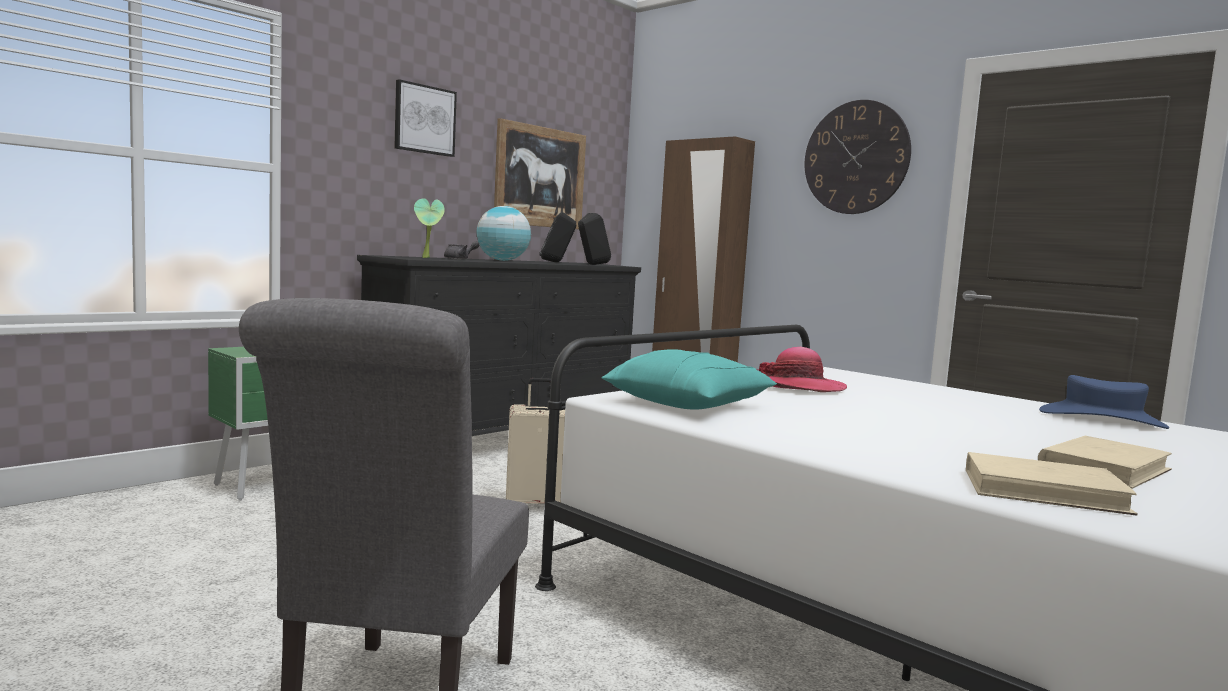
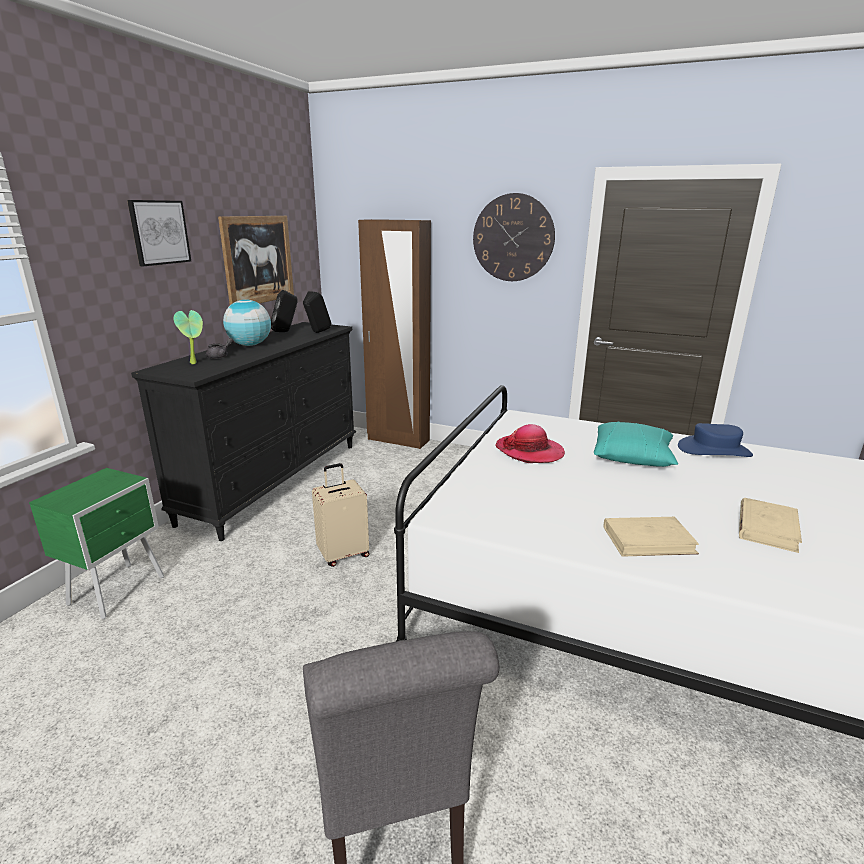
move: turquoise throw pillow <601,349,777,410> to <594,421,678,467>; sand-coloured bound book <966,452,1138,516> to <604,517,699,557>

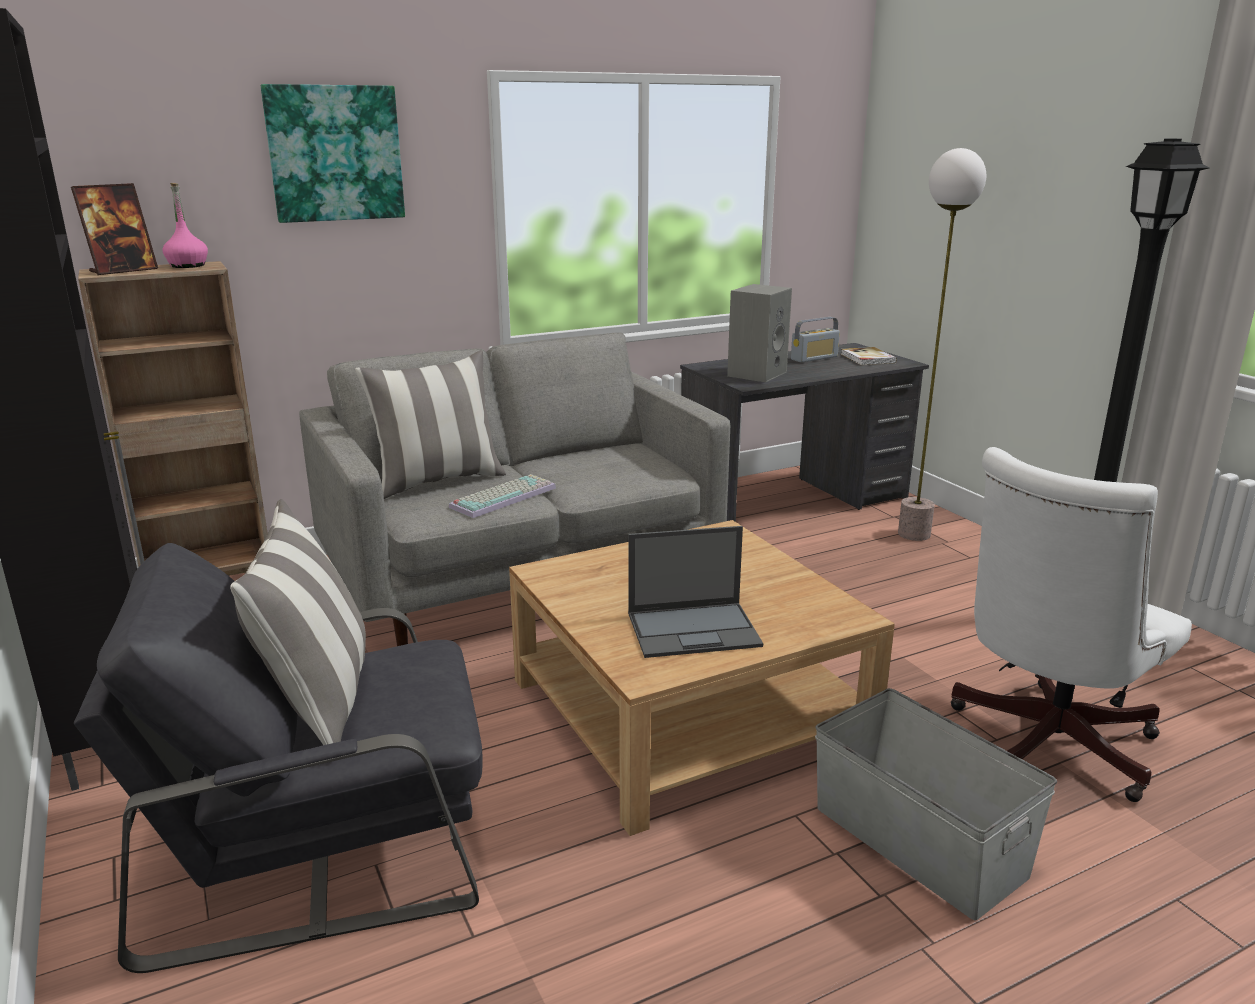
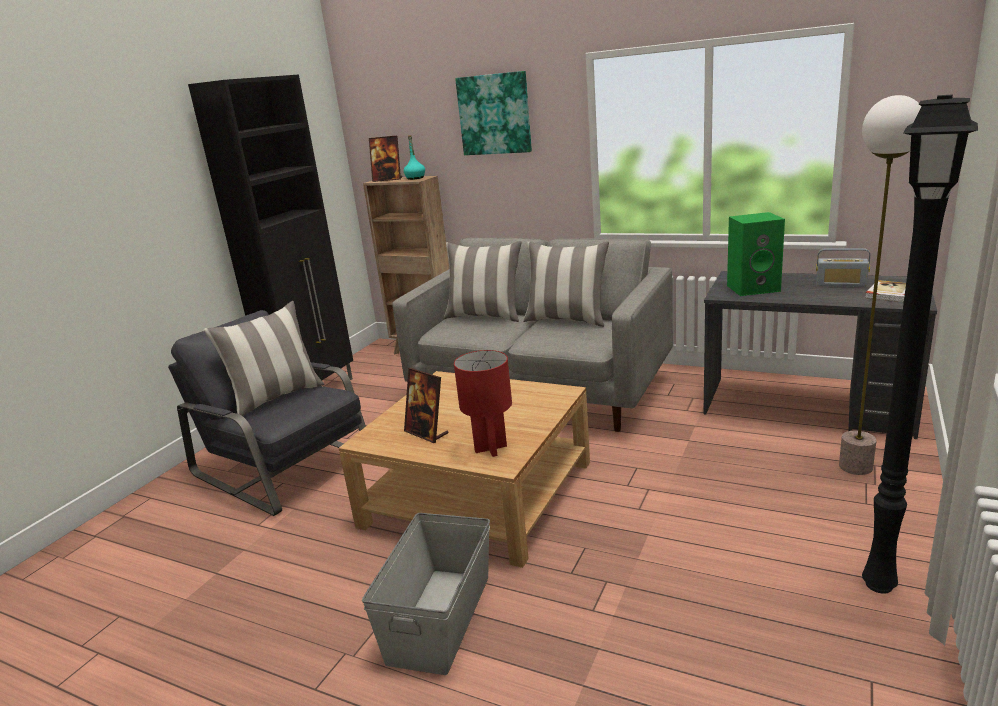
delete: white desk chair <951,447,1192,802>; computer keyboard <449,474,556,518>
insert: throw pillow <523,241,609,327>; red lamp for a table <454,350,512,457>
replace: notebook computer <628,526,763,658> to standing frame <404,368,449,443>
recolor: pink drink bottle <163,183,208,268> to turquoise drink bottle <404,135,425,180>; gray audio speaker <727,284,792,382> to green-coloured audio speaker <727,212,785,296>

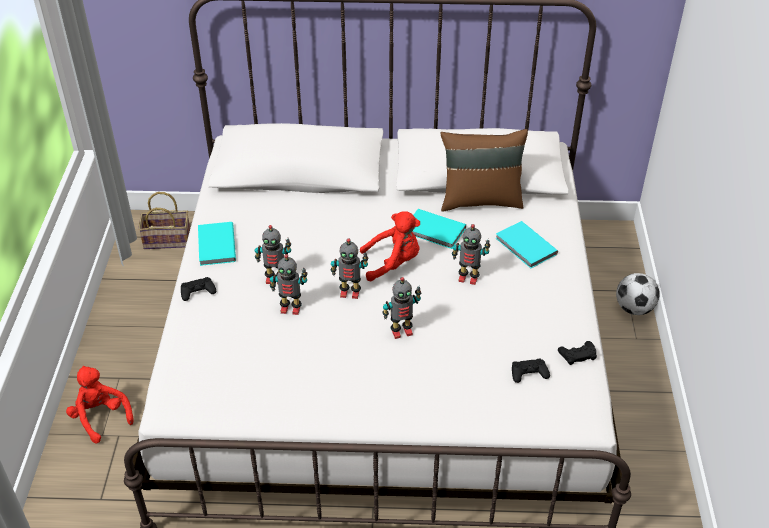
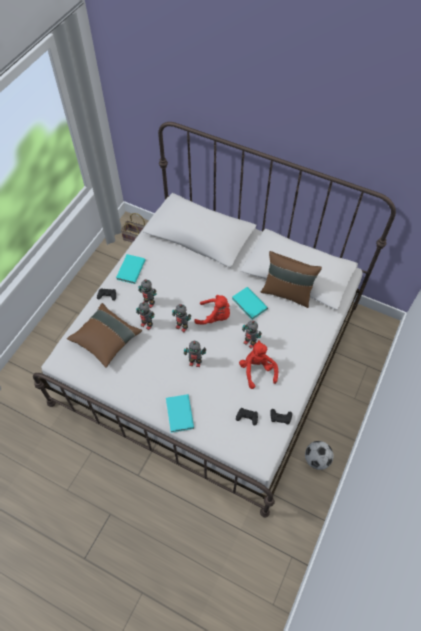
insert: brownish throw pillow <67,303,142,368>
move: turquoise bound book <496,221,558,268> to <166,394,194,433>; football <616,273,660,315> to <305,441,334,470>; red cuddly toy <66,366,134,444> to <239,340,278,389>

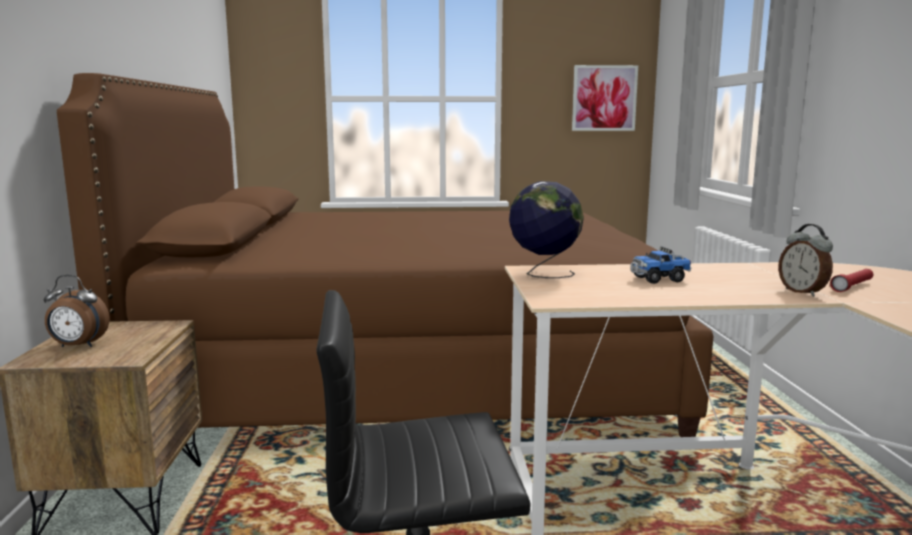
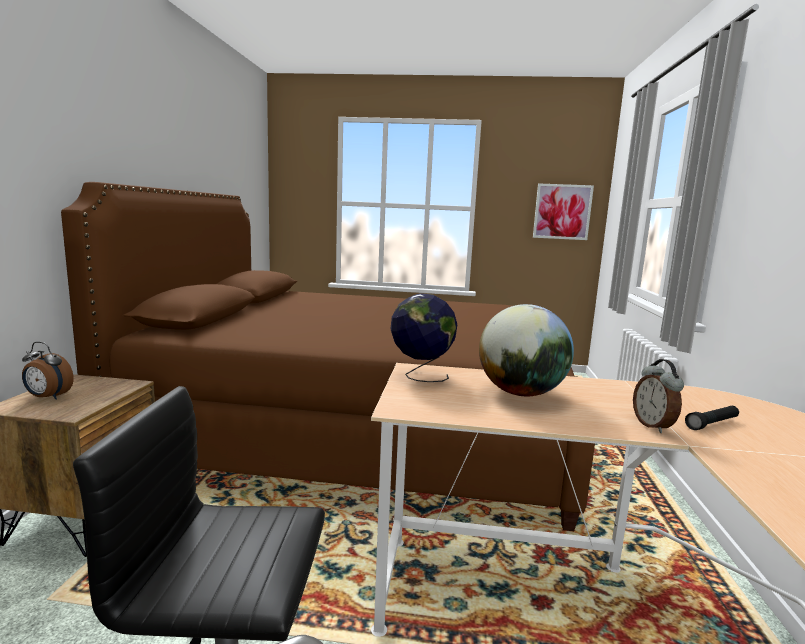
replace: toy truck <630,247,691,284> to globe <479,304,574,396>
recolor: red hand torch <830,269,873,292> to black-coloured hand torch <685,406,739,430>

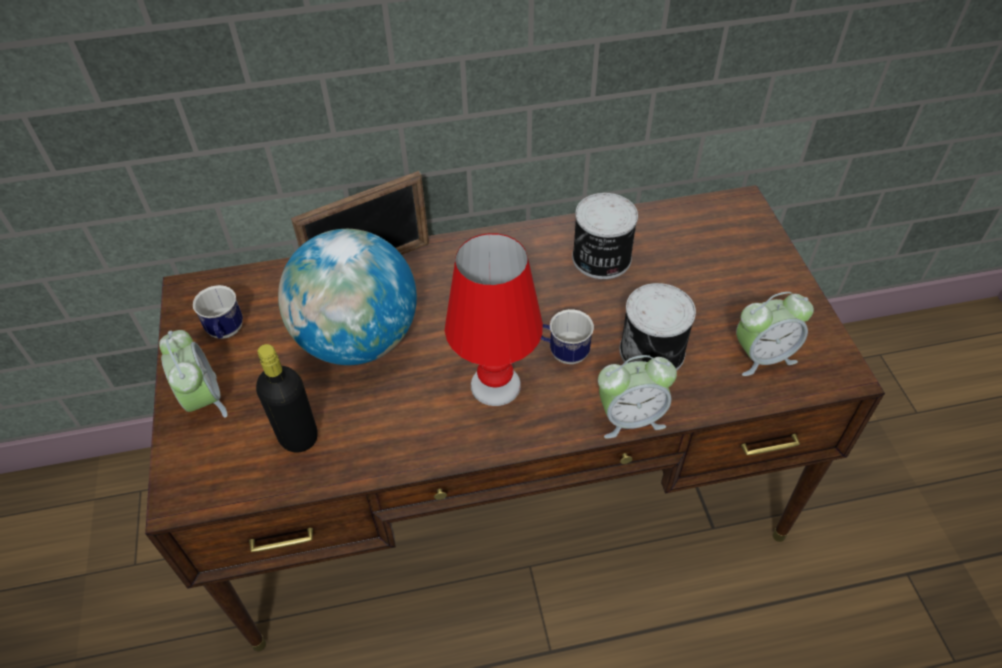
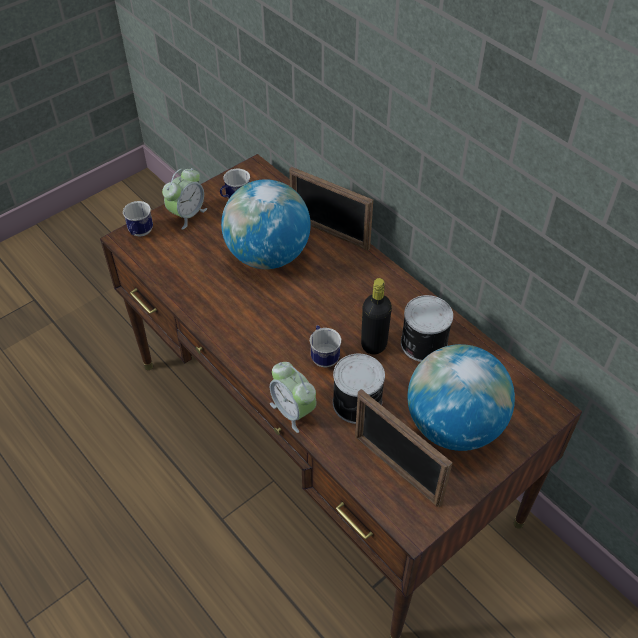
delete: red lamp for a table <445,233,543,406>
insert: coffee mug <123,201,153,236>; globe <408,344,515,451>
move: black-coloured drink bottle <256,344,318,452> to <361,278,392,355>
replace: bedside clock <736,292,814,376> to standing frame <355,389,453,507>

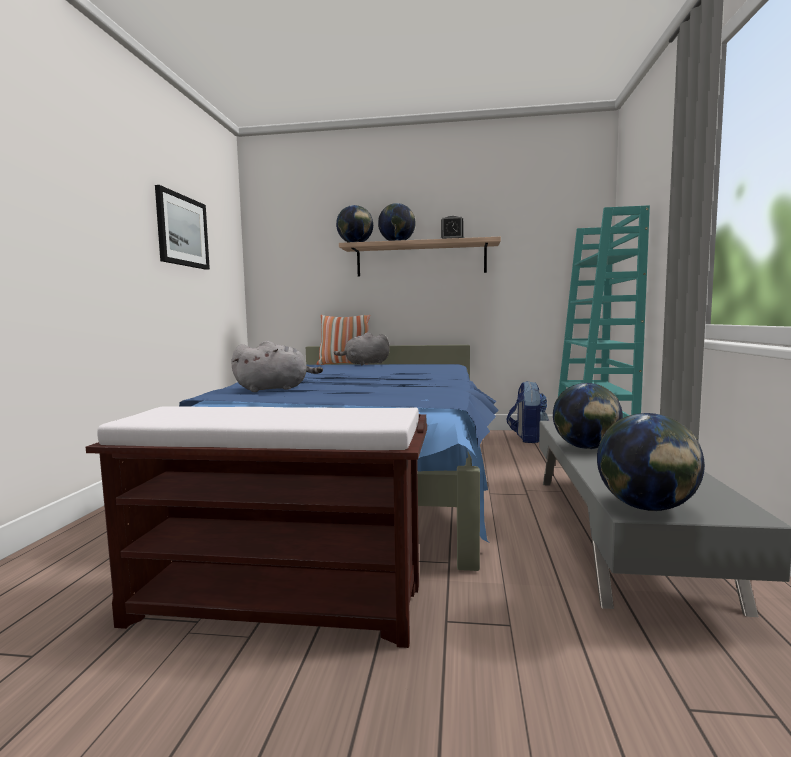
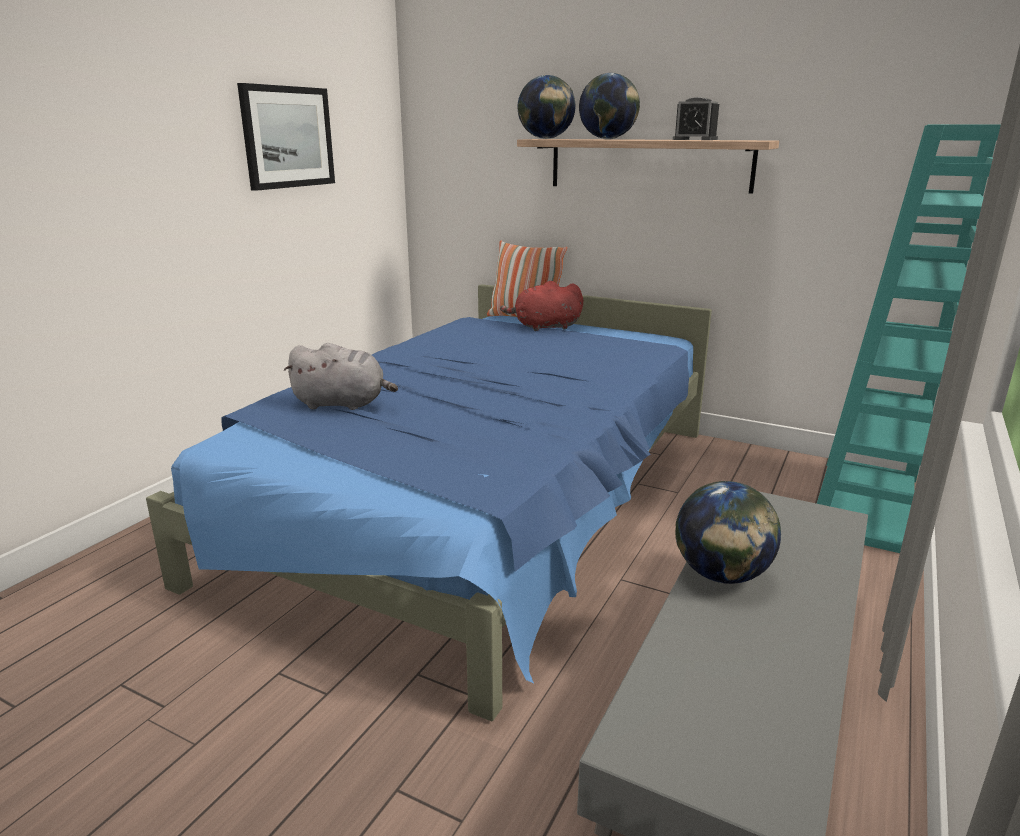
delete: knapsack <507,381,549,443>; brownish long seat <86,406,427,648>; globe <597,413,705,511>
recolor: gray cuddly toy <334,332,390,365> to red cuddly toy <500,281,583,331>

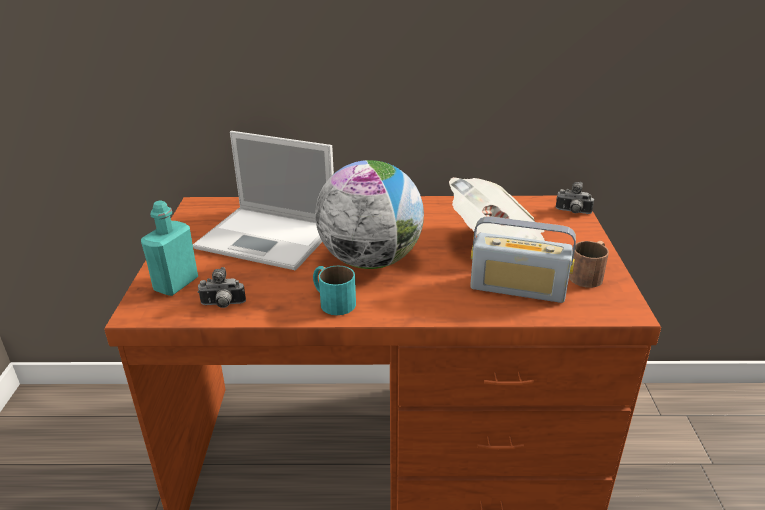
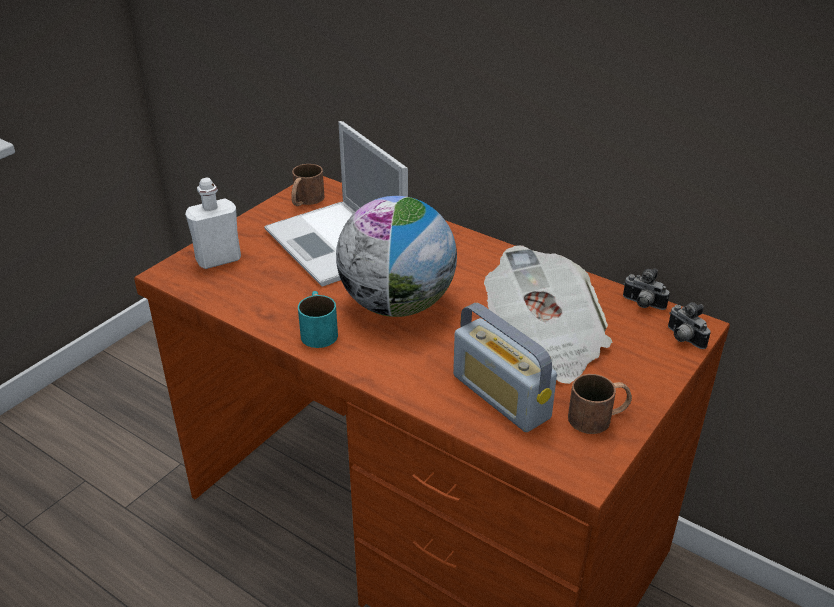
insert: brownish coffee mug <291,164,325,206>
move: photo camera <197,267,246,308> to <623,269,670,310>
recolor: turquoise drink bottle <141,200,198,296> to white drink bottle <185,178,241,269>

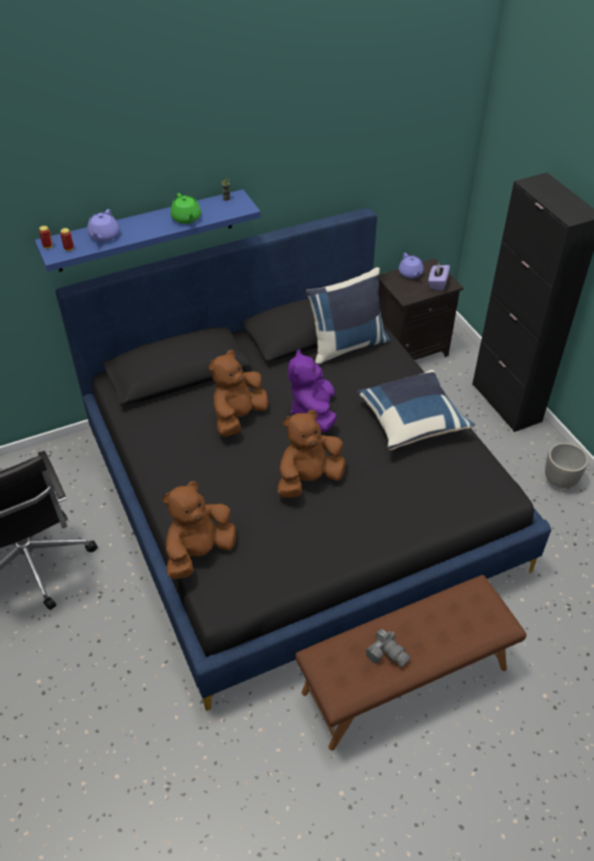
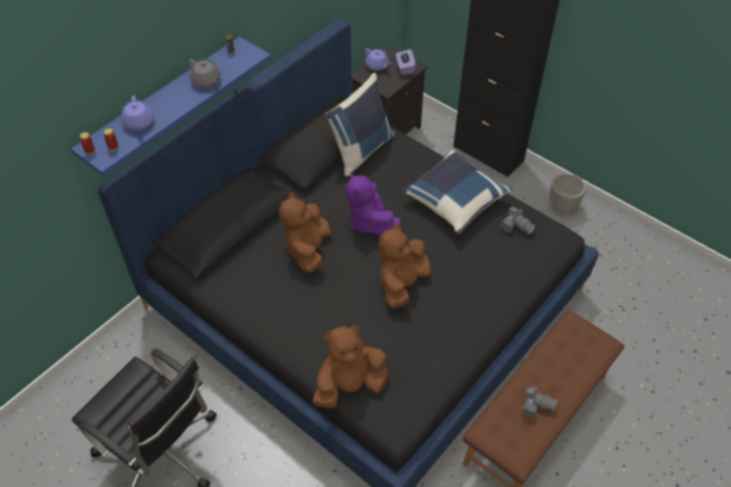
insert: photo camera <500,206,535,234>
recolor: green-coloured teapot <170,193,201,224> to gray teapot <188,59,221,88>
rotate: brownish cuddly toy <163,481,236,579> = <312,325,389,408> 45 degrees clockwise

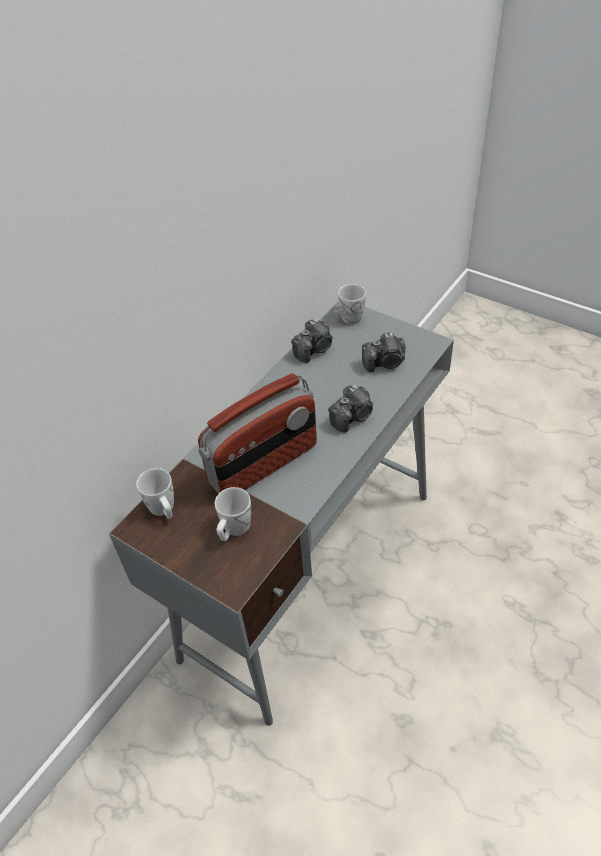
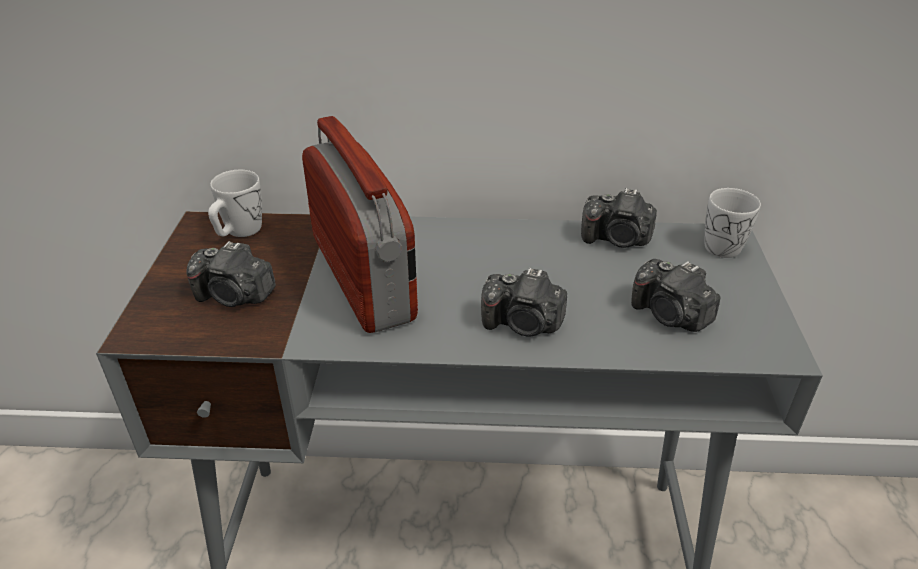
replace: white coffee mug <215,487,251,541> to photo camera <186,241,276,307>
rotate: radio set <198,373,317,494> = <302,116,418,333> 135 degrees counterclockwise

